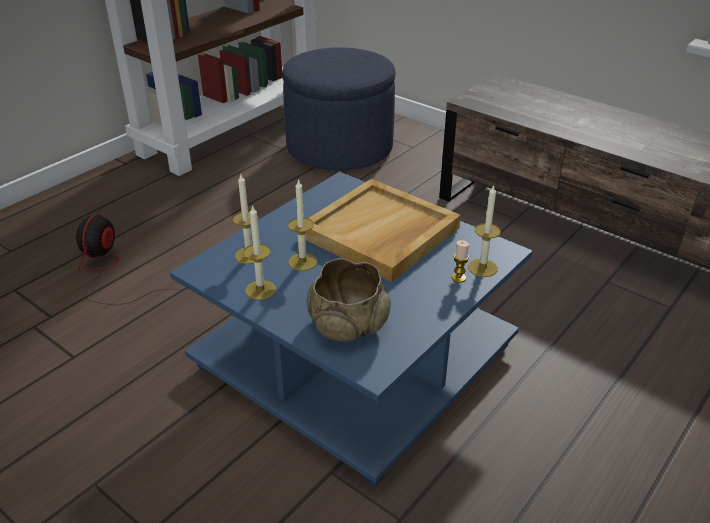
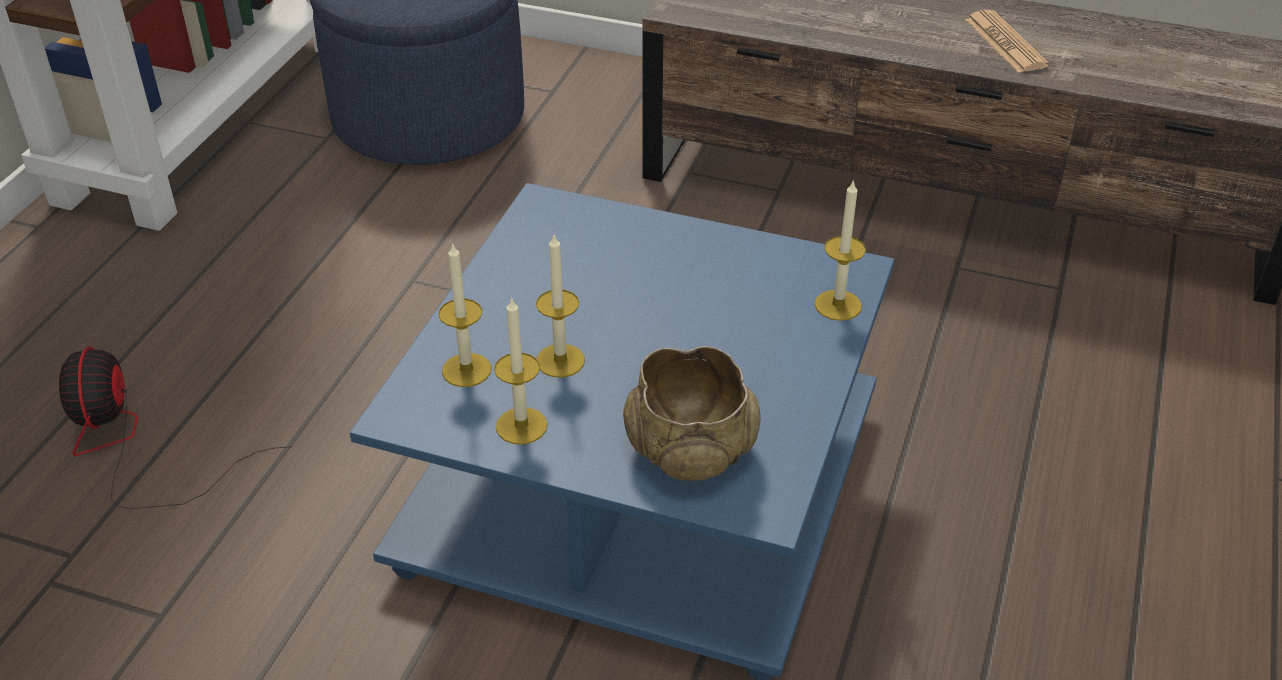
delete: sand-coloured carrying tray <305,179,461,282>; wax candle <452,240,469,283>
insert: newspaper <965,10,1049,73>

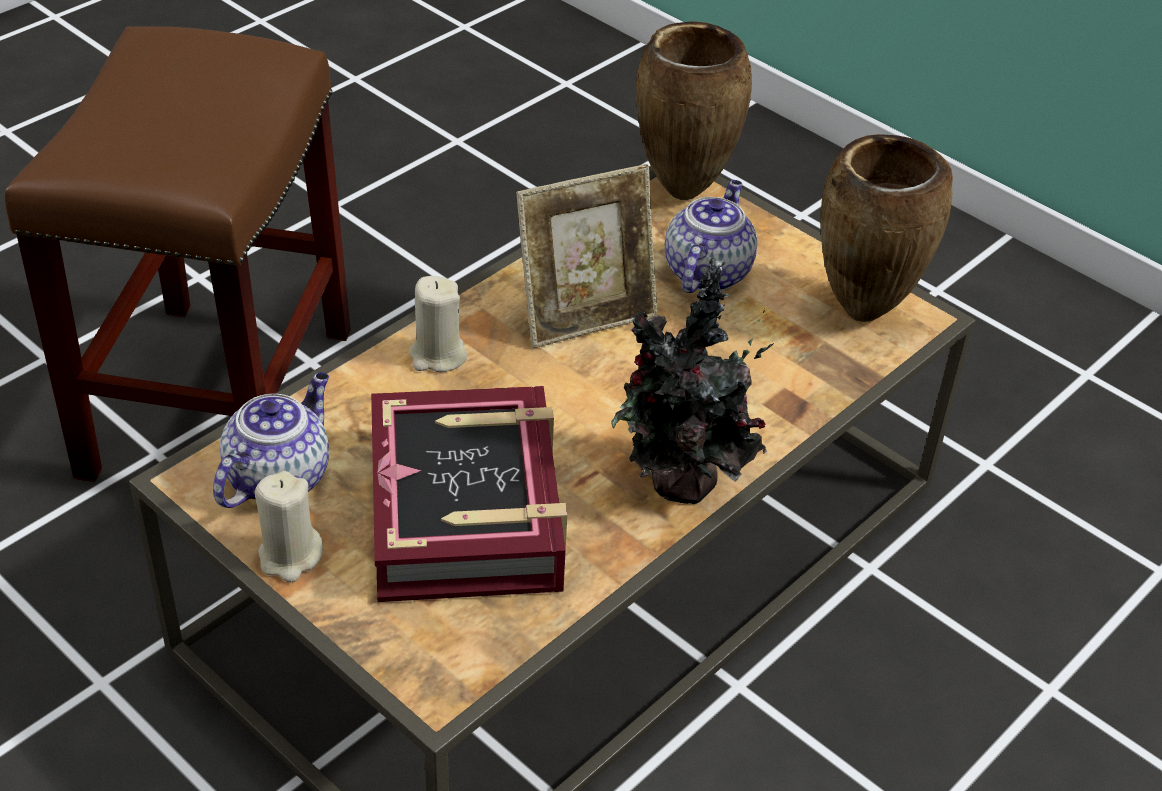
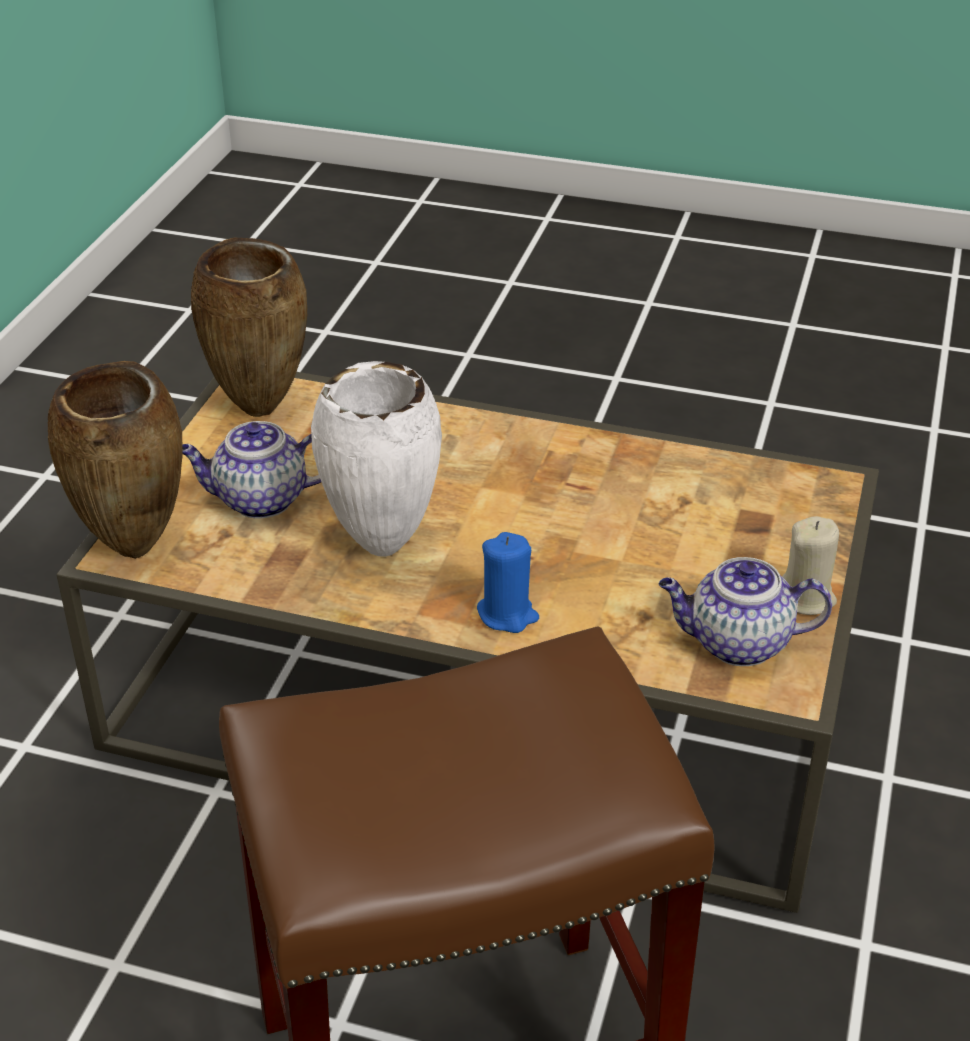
delete: houseplant <611,257,774,504>; bound book <371,386,567,602>
replace: standing frame <516,164,658,348> to white flower vase <311,361,442,557>
recolor: sand-coloured wax candle <409,276,467,372> to bluish wax candle <477,532,539,633>

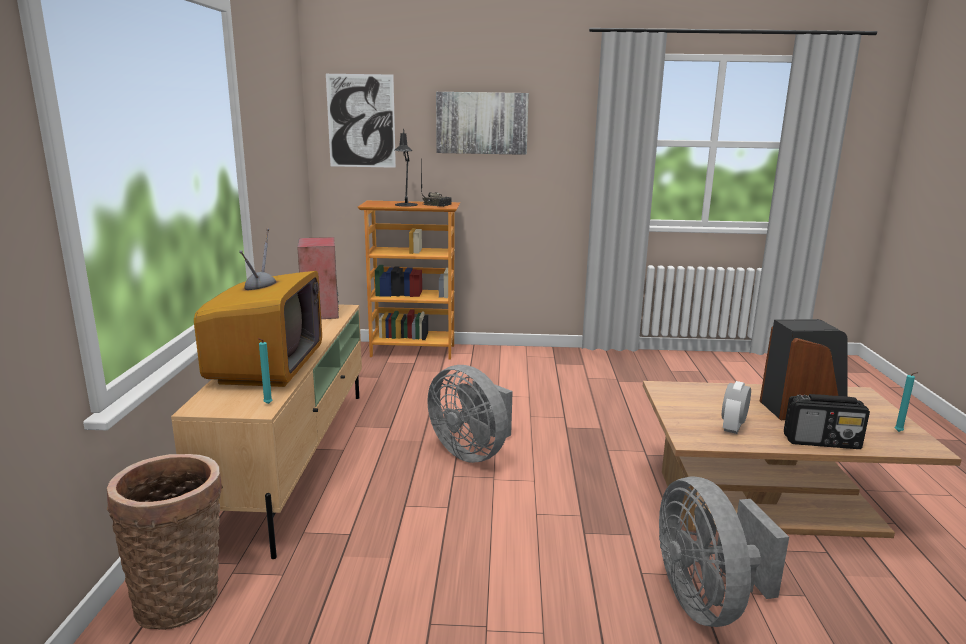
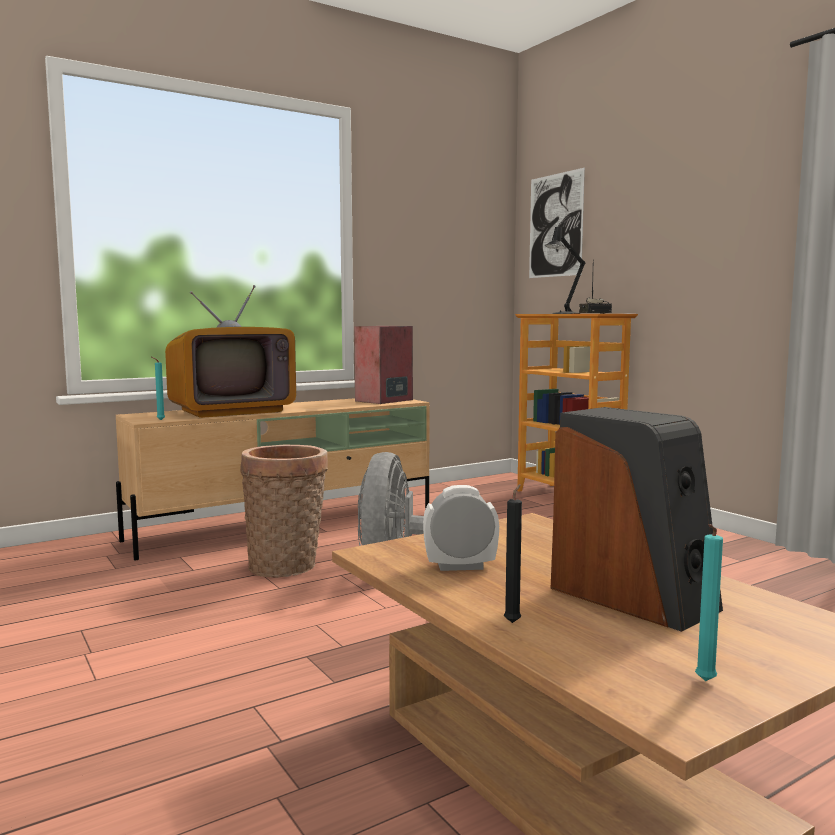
delete: wall picture <436,92,529,155>; gray electric fan <659,476,789,627>
move: household basket <107,454,223,630> to <240,445,328,578>
replace: radio set <784,394,870,449> to black-coloured wax candle <504,484,522,623>

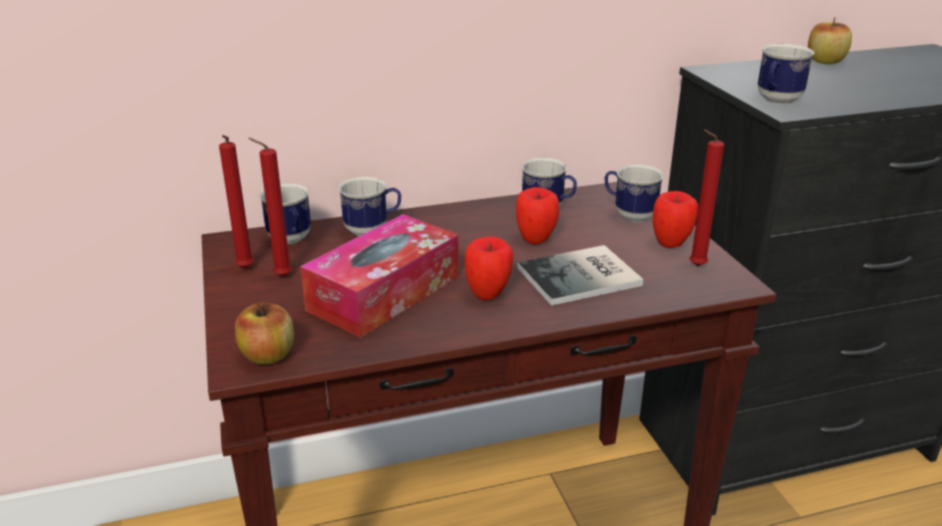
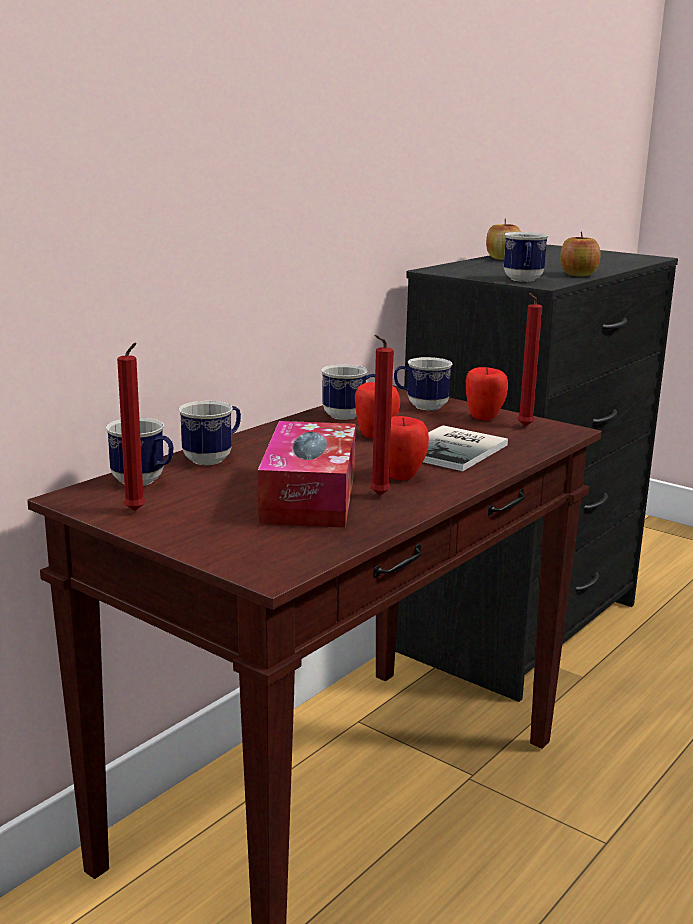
move: red wax candle <248,138,292,277> to <370,335,393,496>; whole apple <235,303,294,364> to <560,231,601,276>

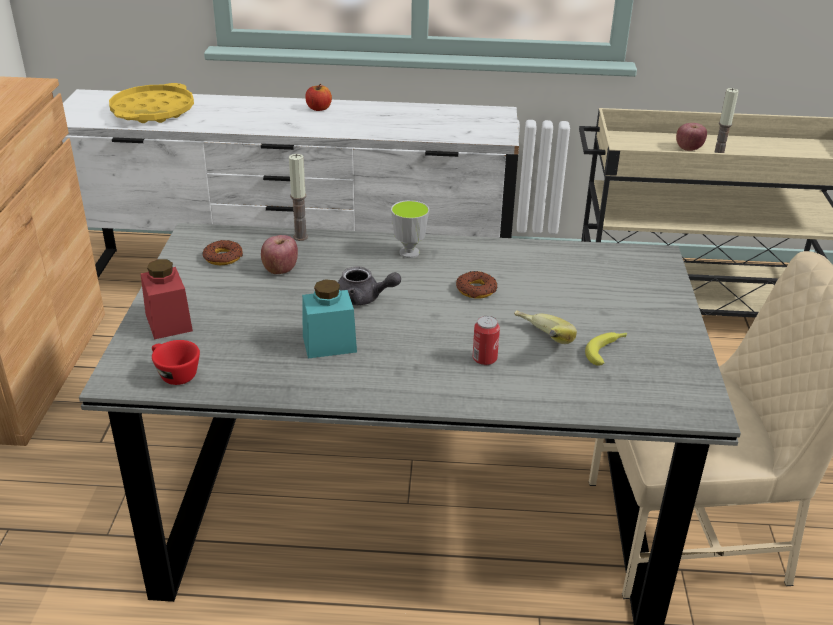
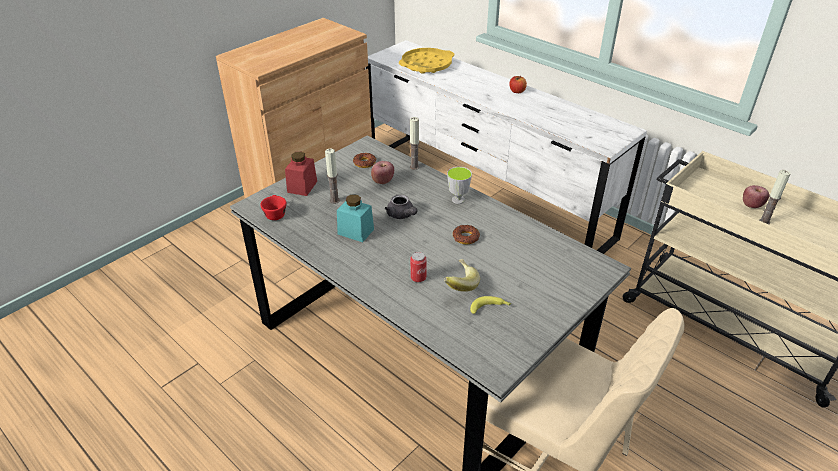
insert: wax candle <325,149,340,204>

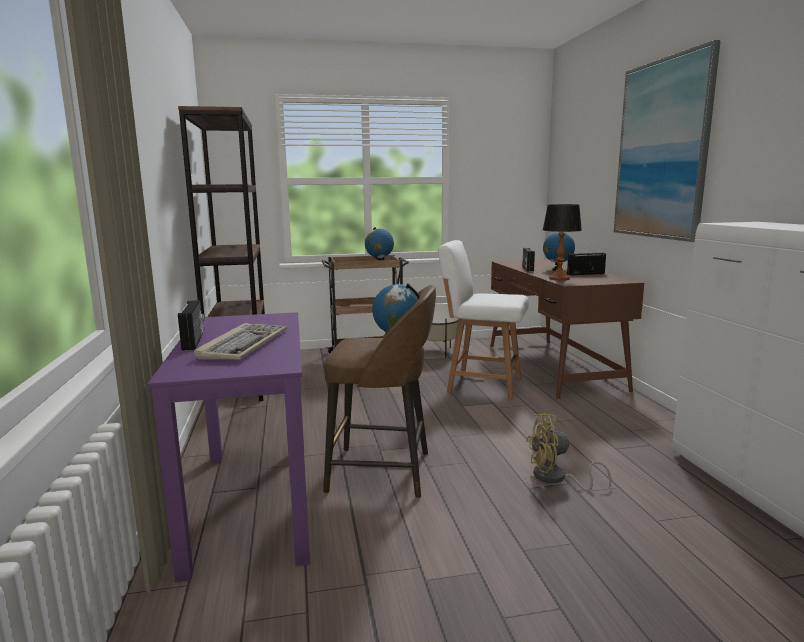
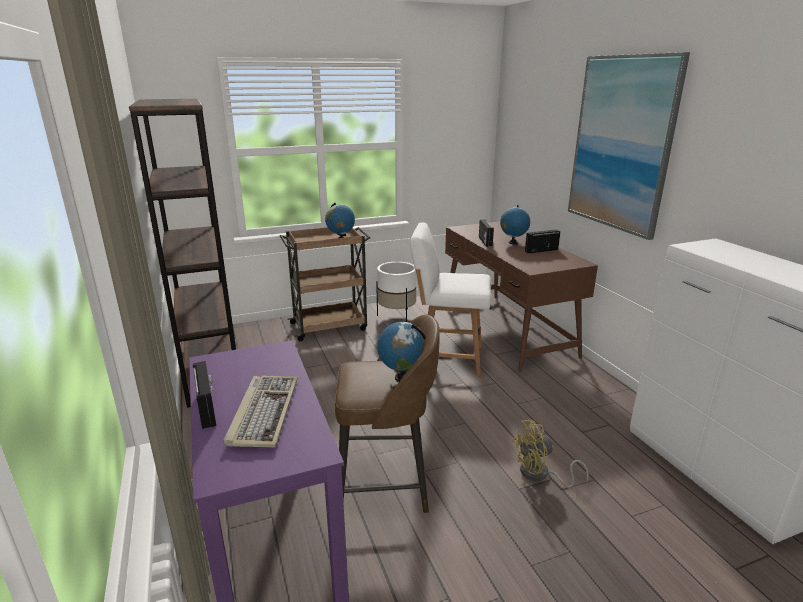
delete: lamp for a table <543,204,582,281>

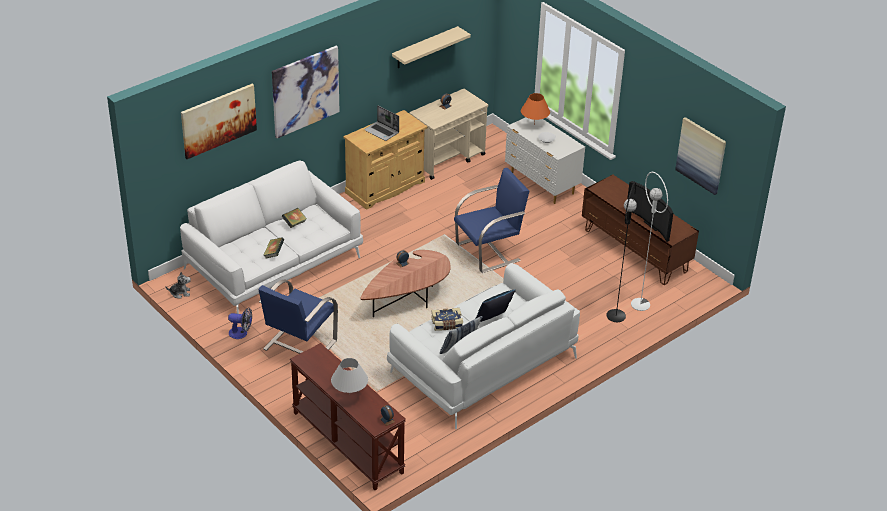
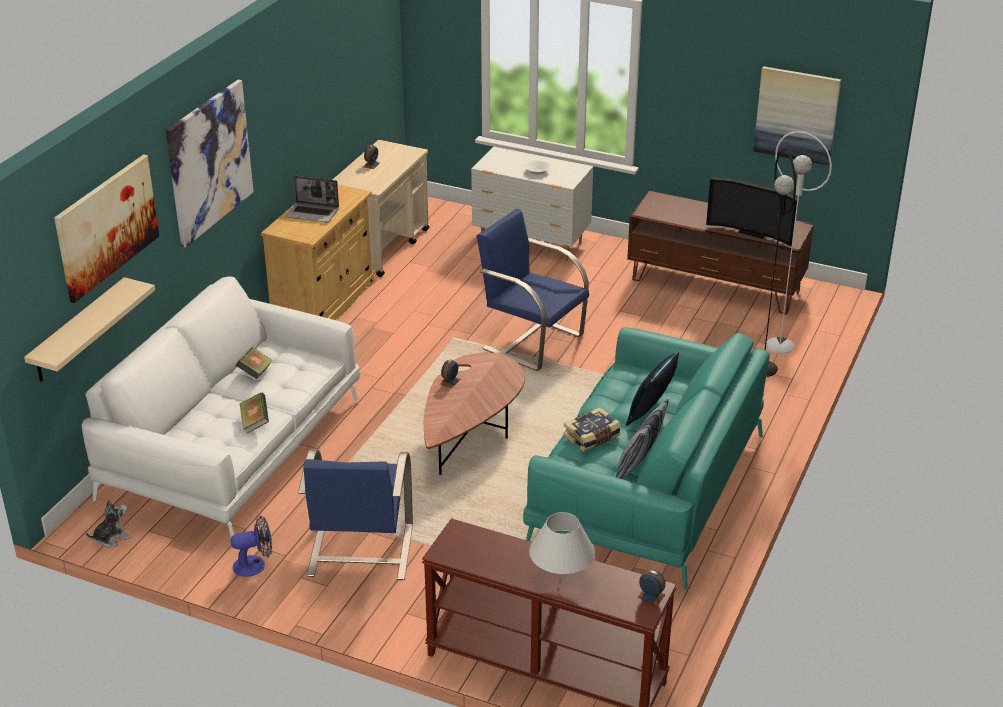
delete: orangey lamp for a table <521,93,550,125>
move: sand-coloured shelf <392,26,471,68> to <24,277,155,382>
recolor: white couch <387,263,580,429> to turquoise couch <523,327,770,589>
rotate: bluish armchair <454,168,529,273> = <477,209,589,371> 90 degrees counterclockwise

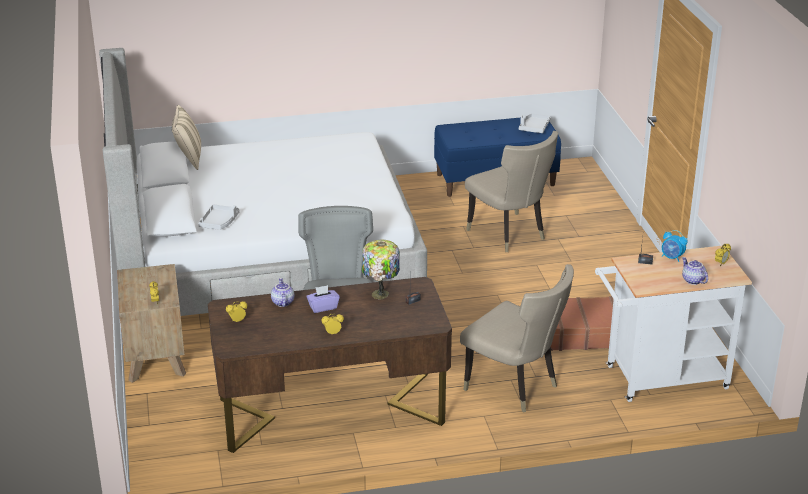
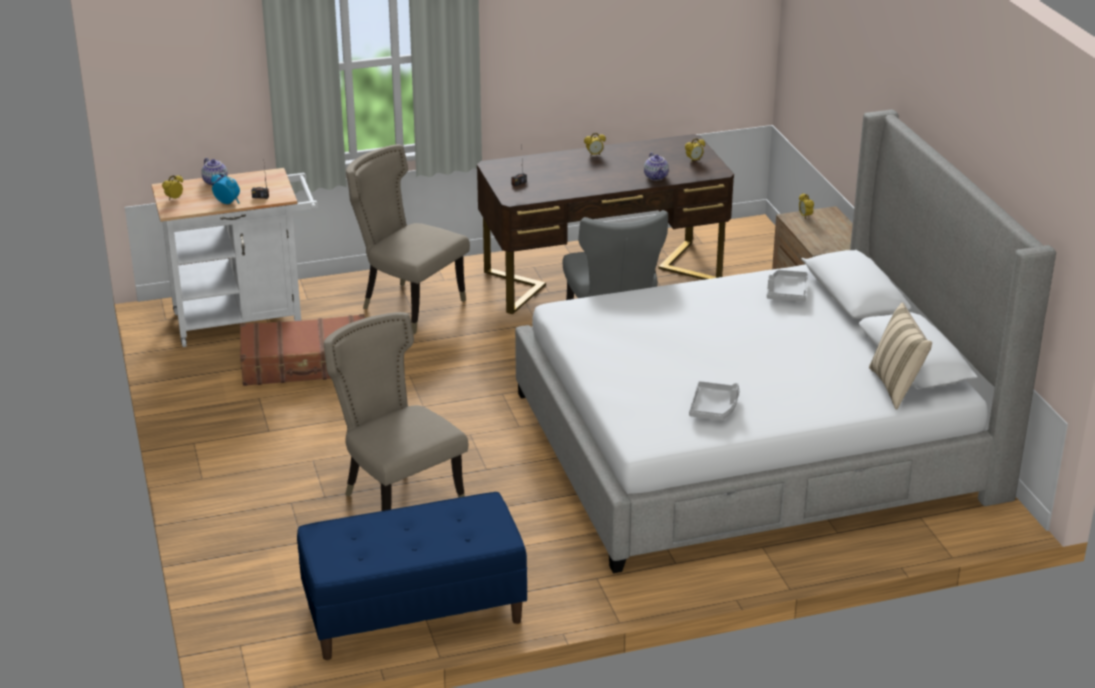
delete: lamp for a table <362,240,400,300>; purple tissue box <306,285,340,313>
move: gray carrying tray <519,113,551,133> to <689,381,740,420>

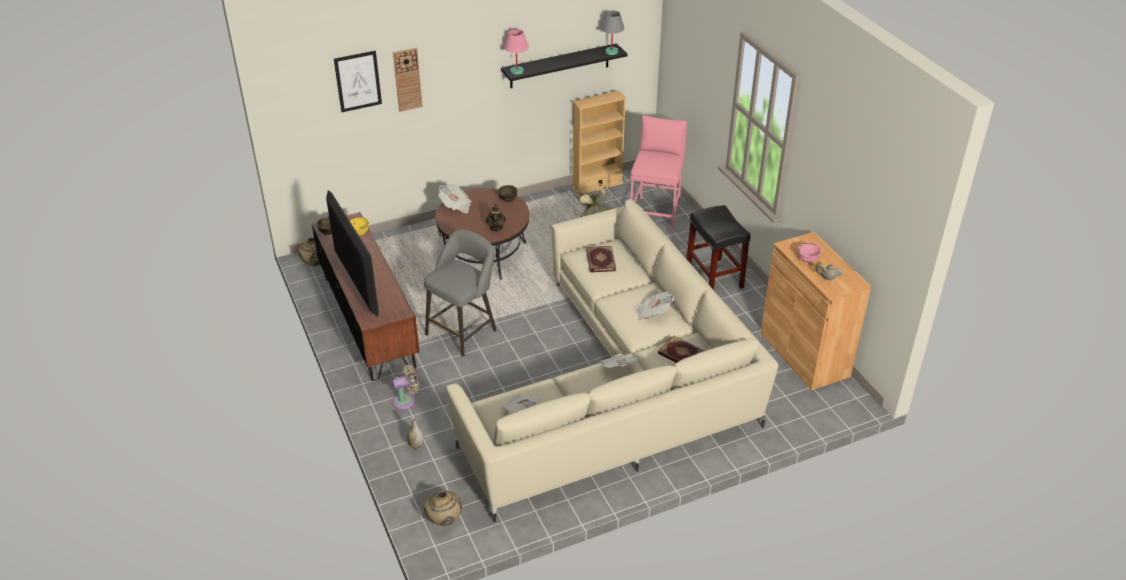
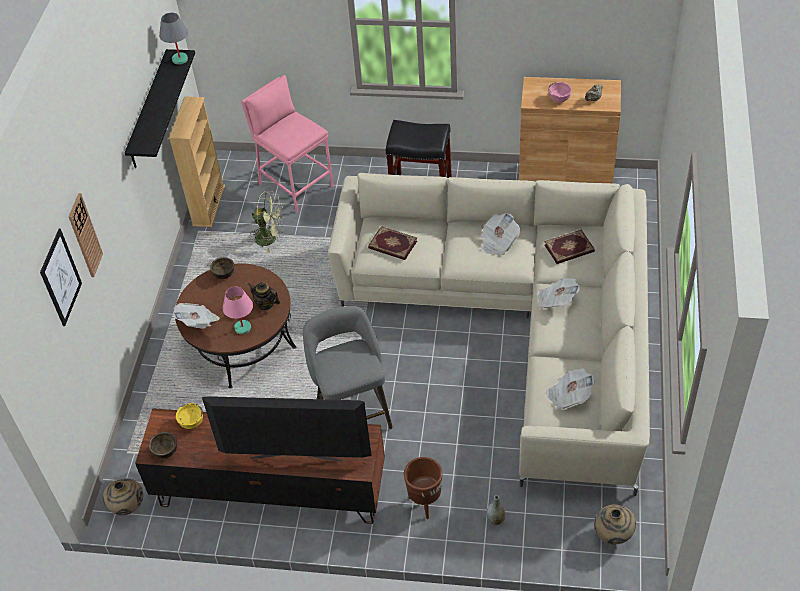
move: pink lamp for a table <504,29,528,75> to <223,287,253,334>
replace: sand-coloured electric fan <392,365,419,410> to brownish flower pot <404,457,442,519>

